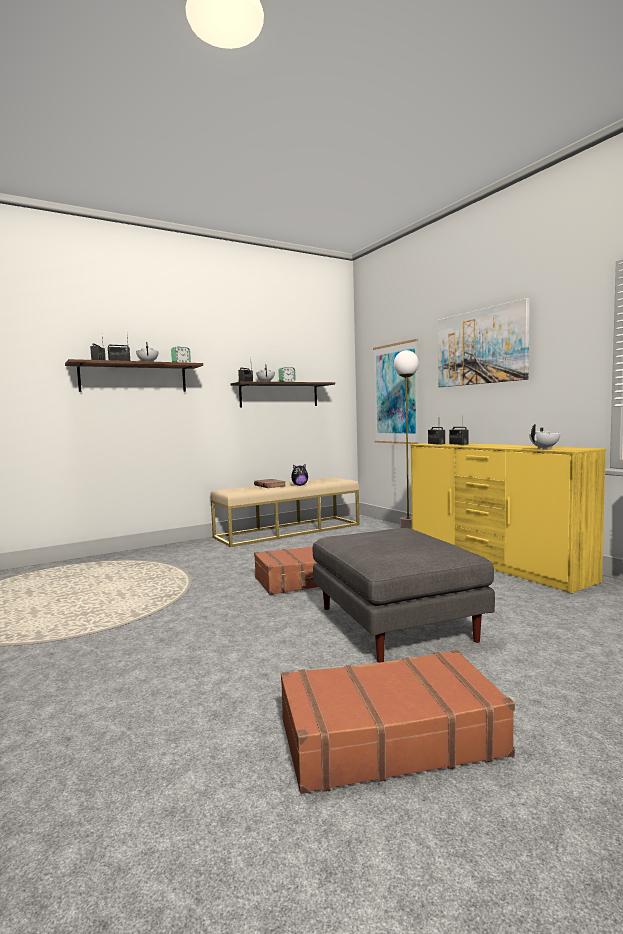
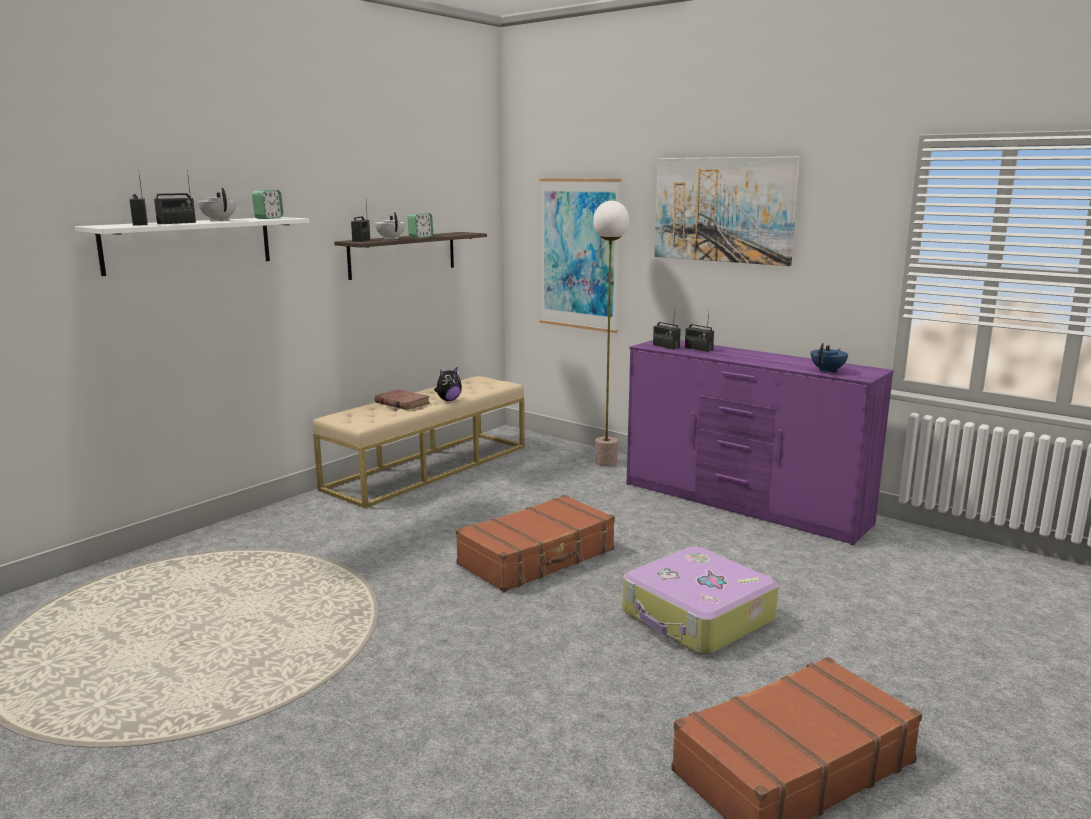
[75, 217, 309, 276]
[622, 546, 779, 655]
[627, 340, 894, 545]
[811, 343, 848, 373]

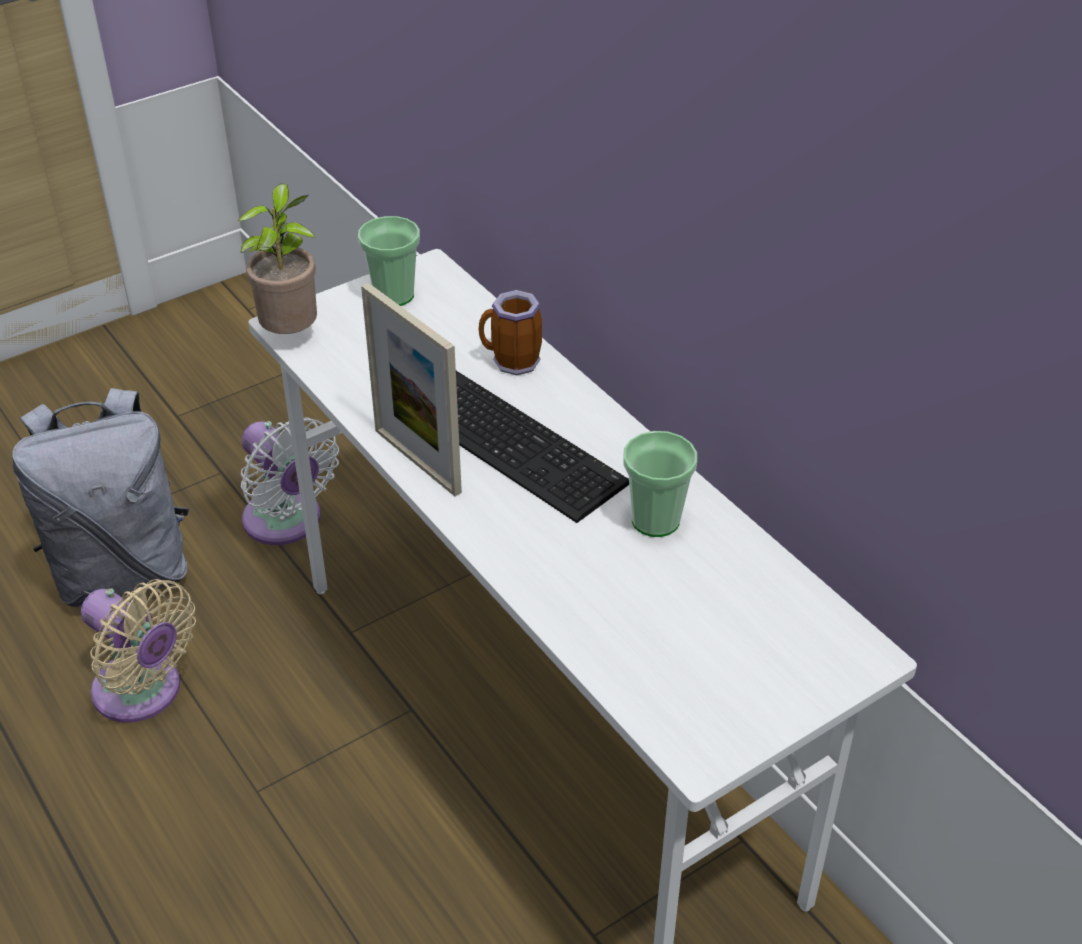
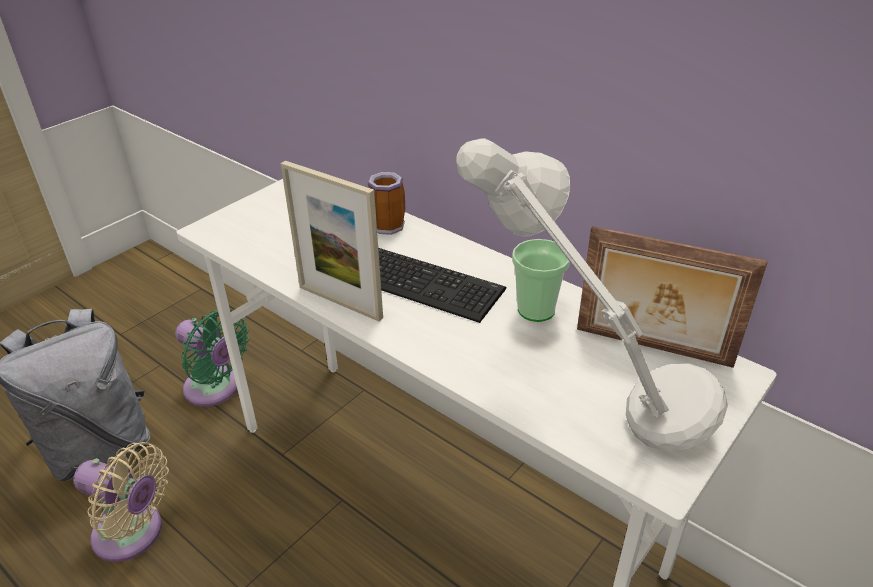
[237, 184, 317, 334] (first image)
[175, 310, 249, 406]
[358, 216, 420, 306] (first image)
[456, 138, 728, 451]
[577, 226, 768, 368]

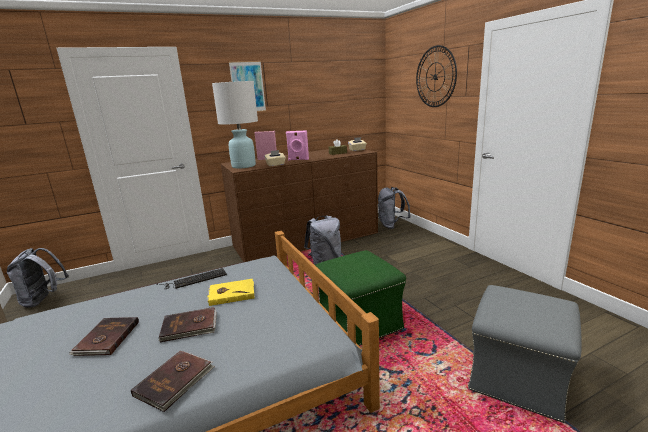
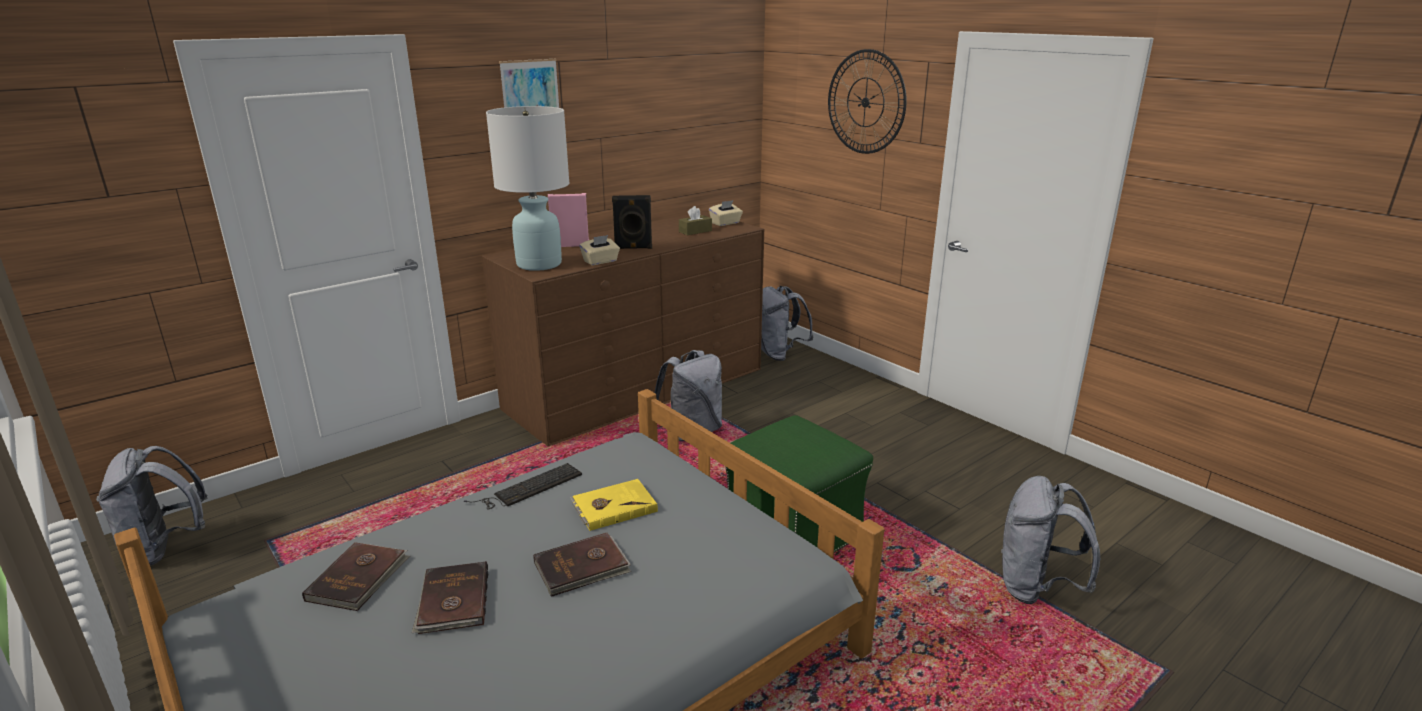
[302, 542, 410, 611]
[612, 195, 652, 249]
[1001, 476, 1100, 604]

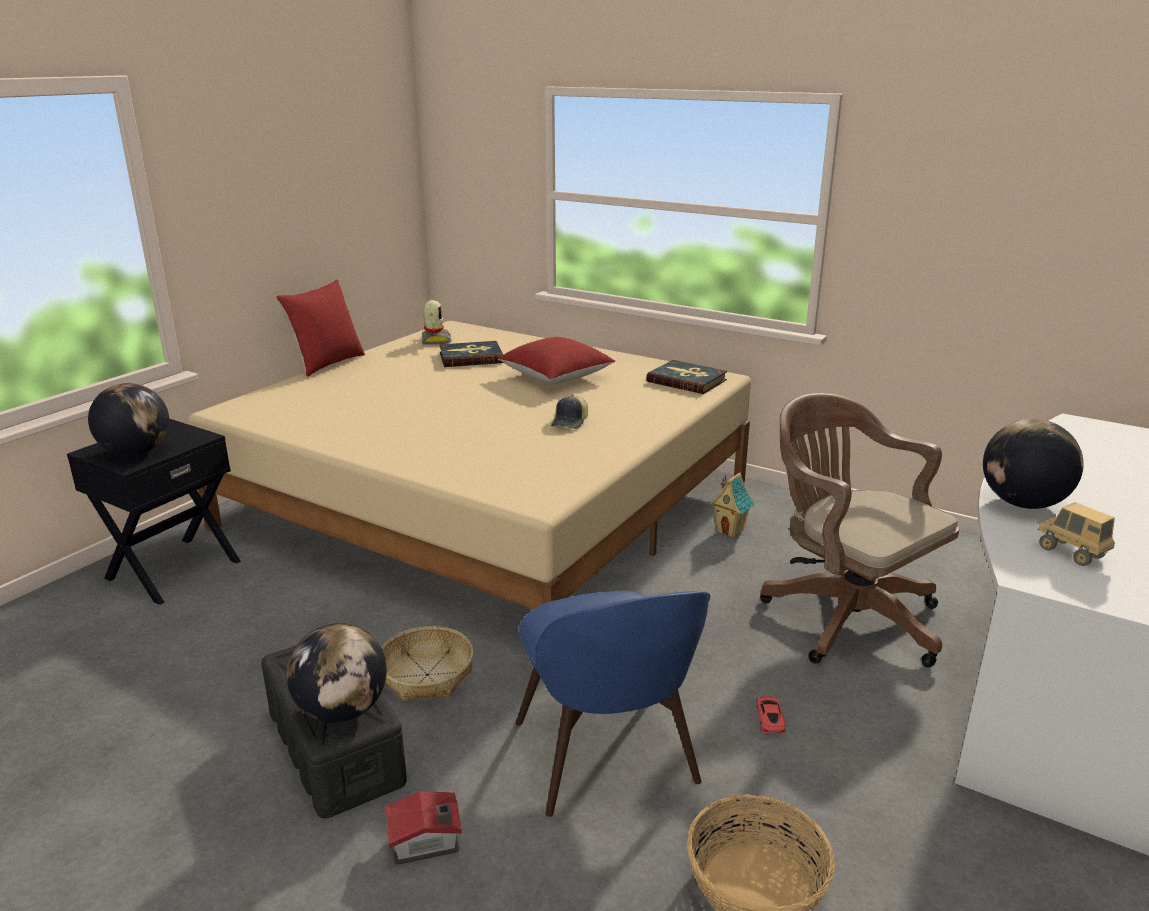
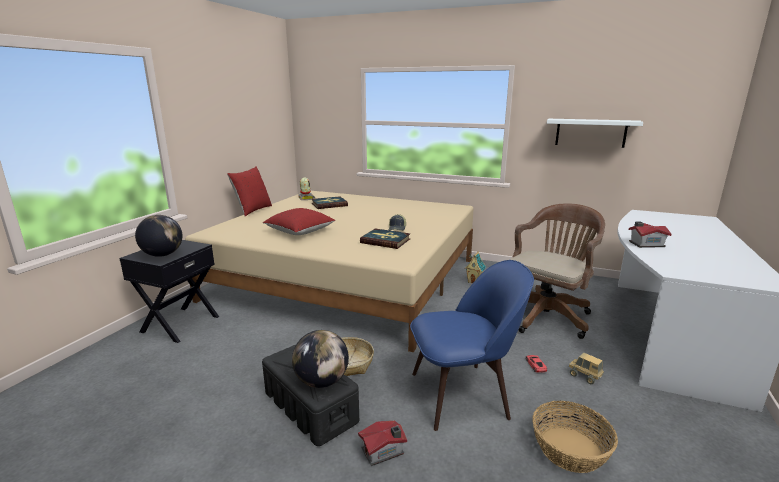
[263, 208, 336, 235]
[410, 260, 534, 431]
[360, 228, 411, 249]
[510, 203, 605, 339]
[629, 222, 671, 248]
[568, 353, 604, 384]
[547, 119, 643, 148]

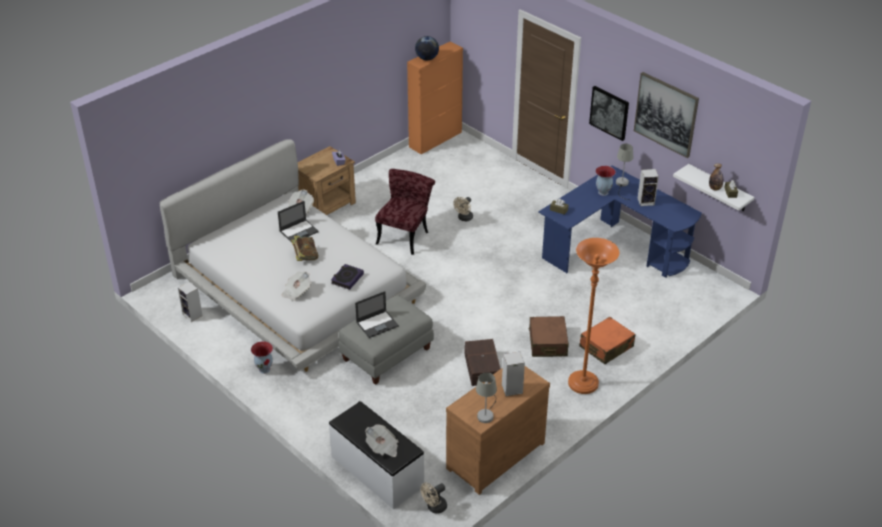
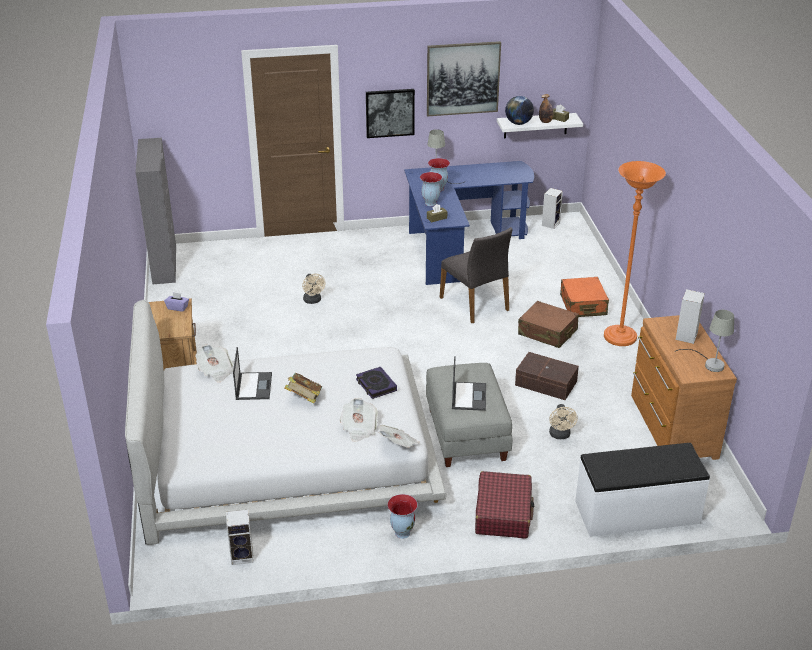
[378, 425, 420, 448]
[375, 169, 435, 255] (first image)
[136, 138, 176, 285]
[505, 96, 534, 125]
[549, 404, 578, 439]
[542, 188, 563, 229]
[420, 172, 442, 206]
[440, 227, 512, 323]
[475, 471, 534, 539]

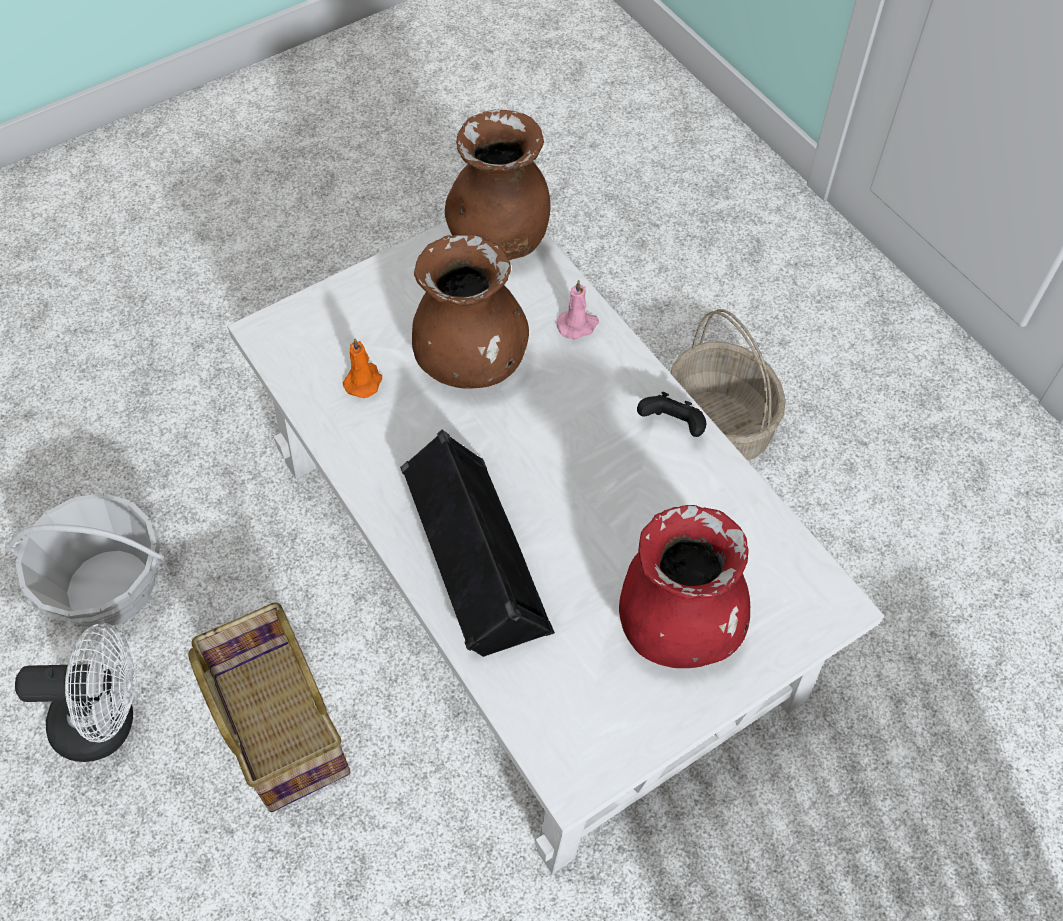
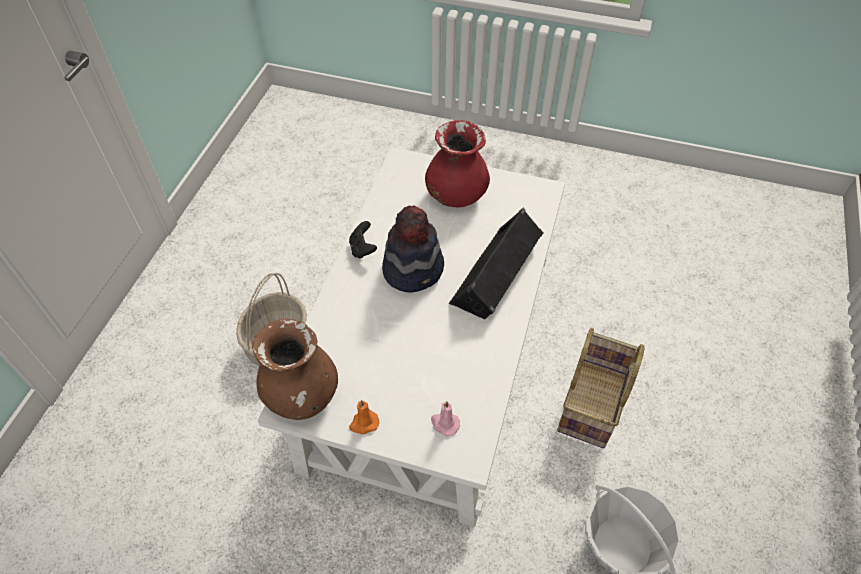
[15, 623, 135, 762] (first image)
[349, 400, 379, 434]
[412, 235, 529, 389] (first image)
[431, 401, 460, 436]
[382, 205, 444, 293]

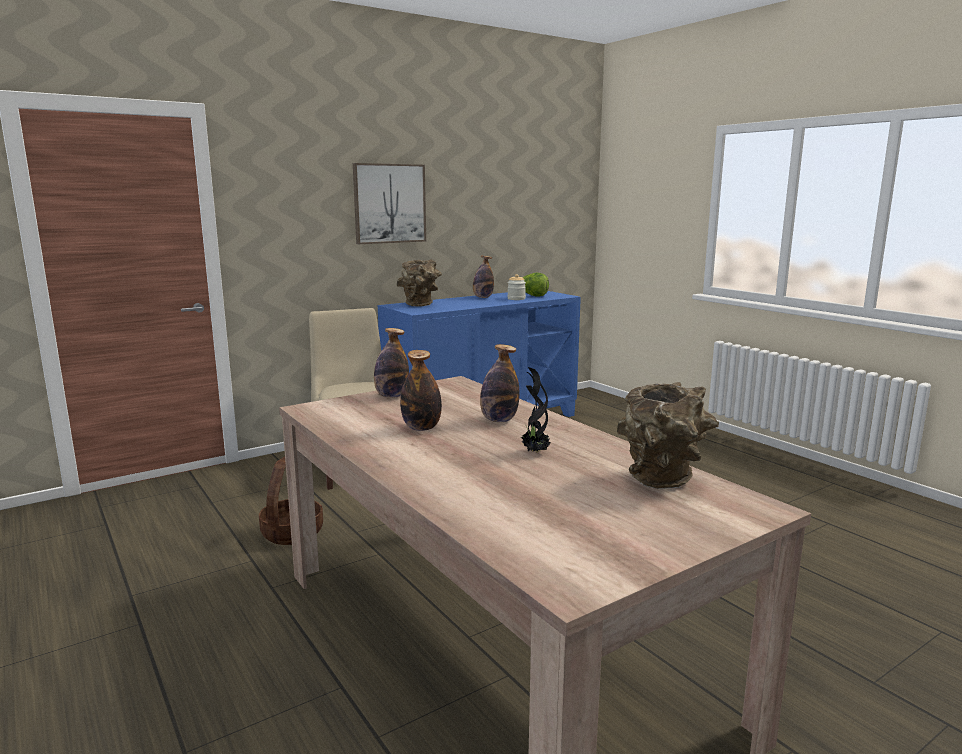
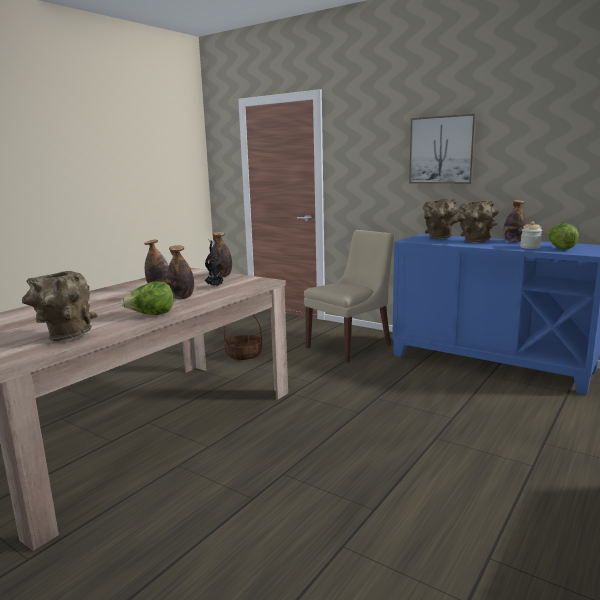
[205, 238, 224, 287]
[121, 281, 174, 315]
[457, 201, 499, 243]

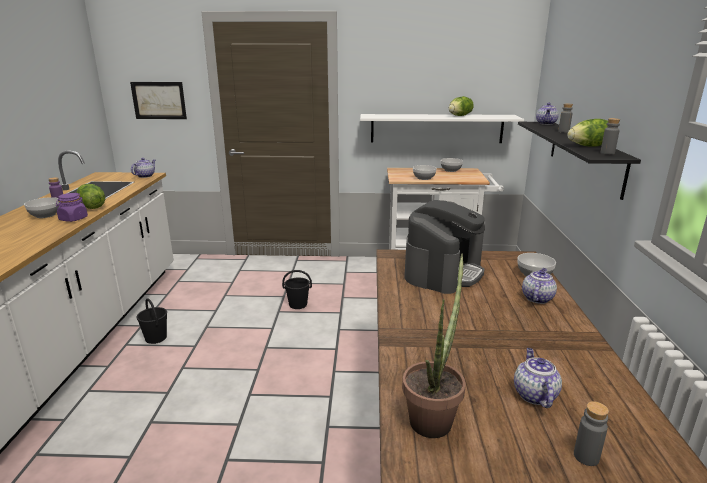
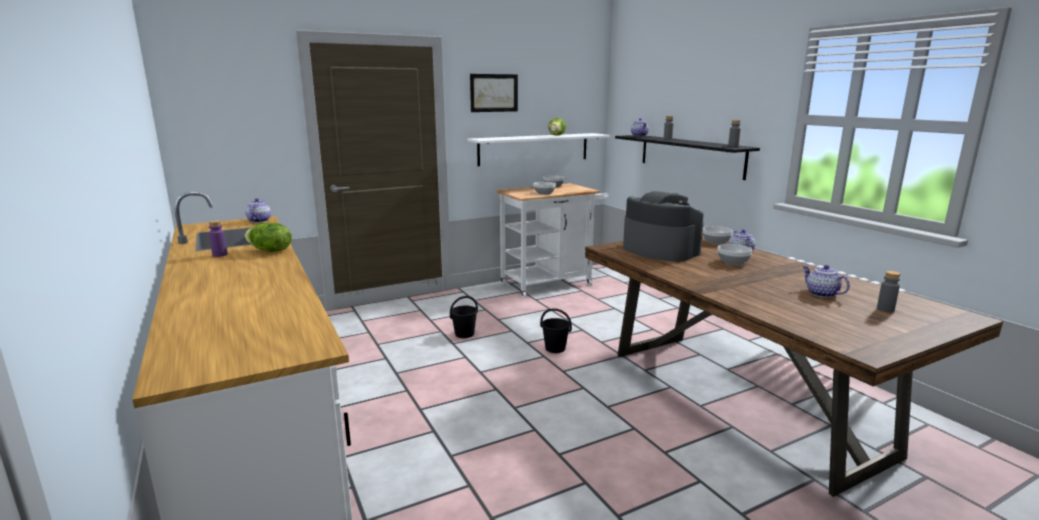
[718, 244, 752, 265]
[56, 193, 88, 222] (first image)
[470, 74, 518, 112]
[540, 308, 572, 353]
[402, 253, 466, 438] (first image)
[623, 191, 704, 261]
[567, 119, 608, 147] (first image)

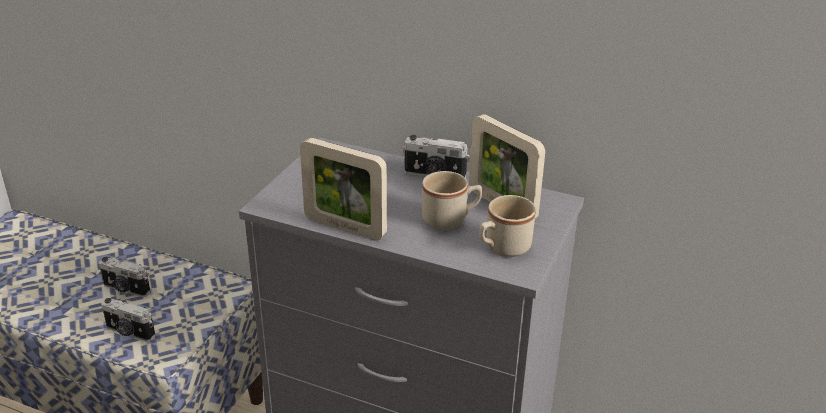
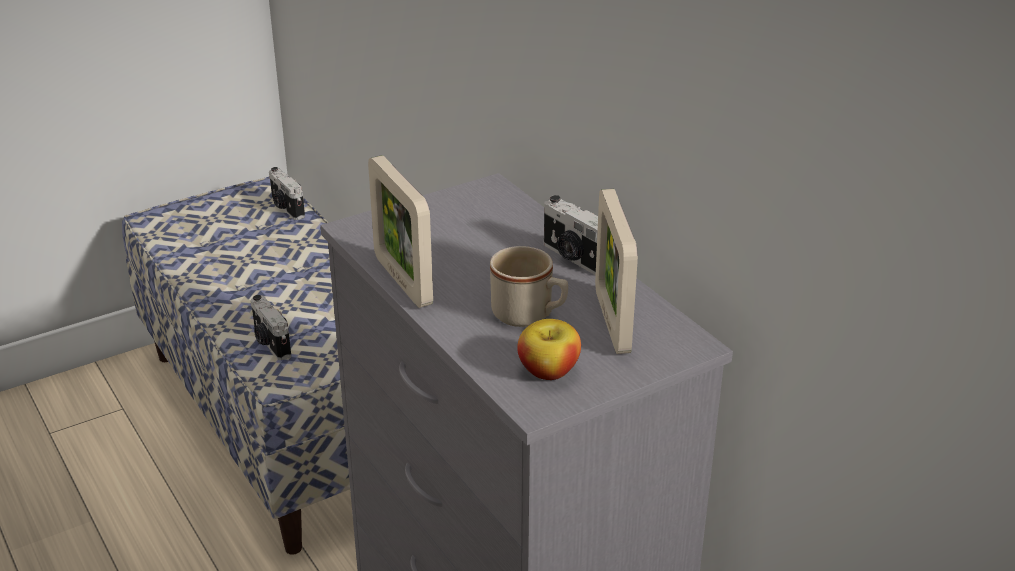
[269, 167, 305, 220]
[517, 319, 581, 380]

